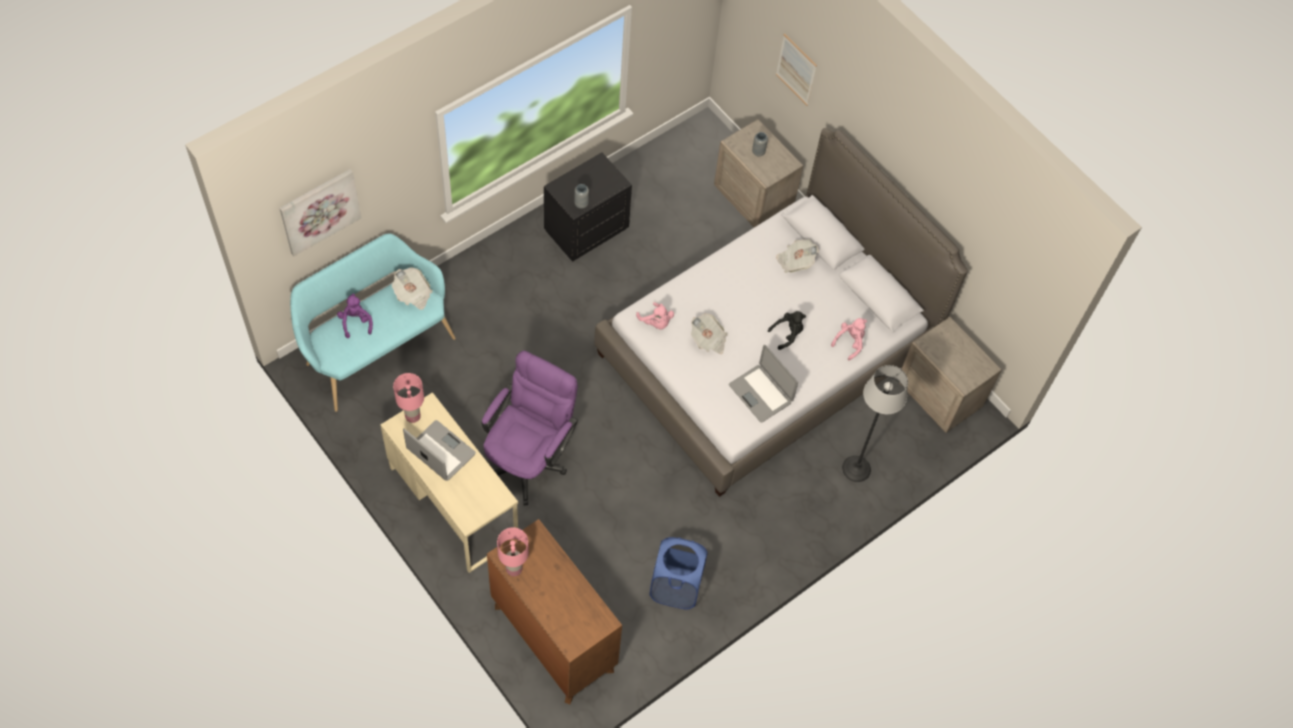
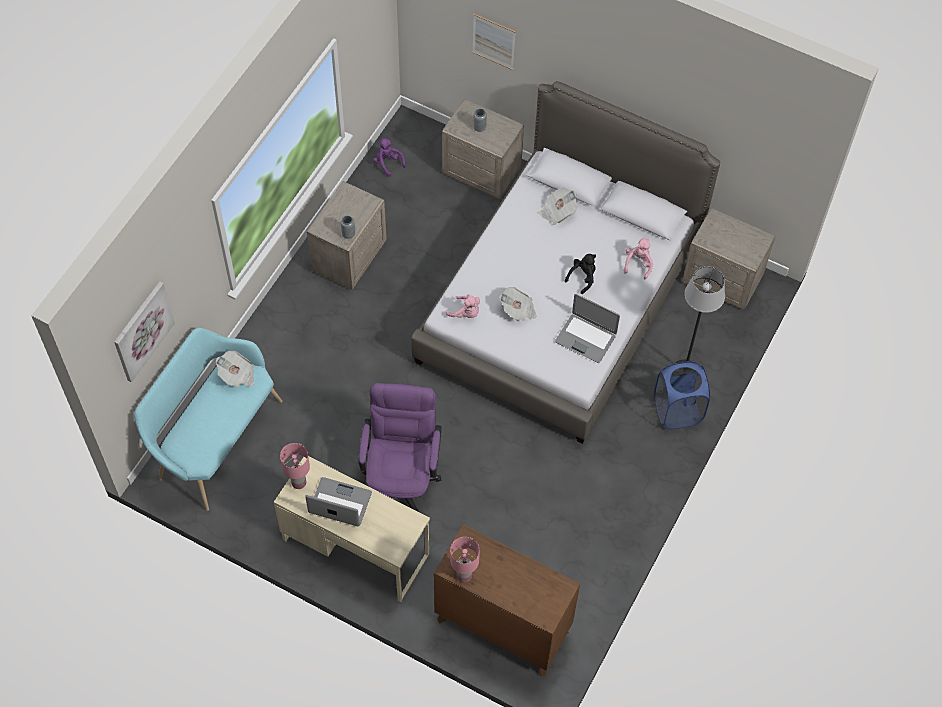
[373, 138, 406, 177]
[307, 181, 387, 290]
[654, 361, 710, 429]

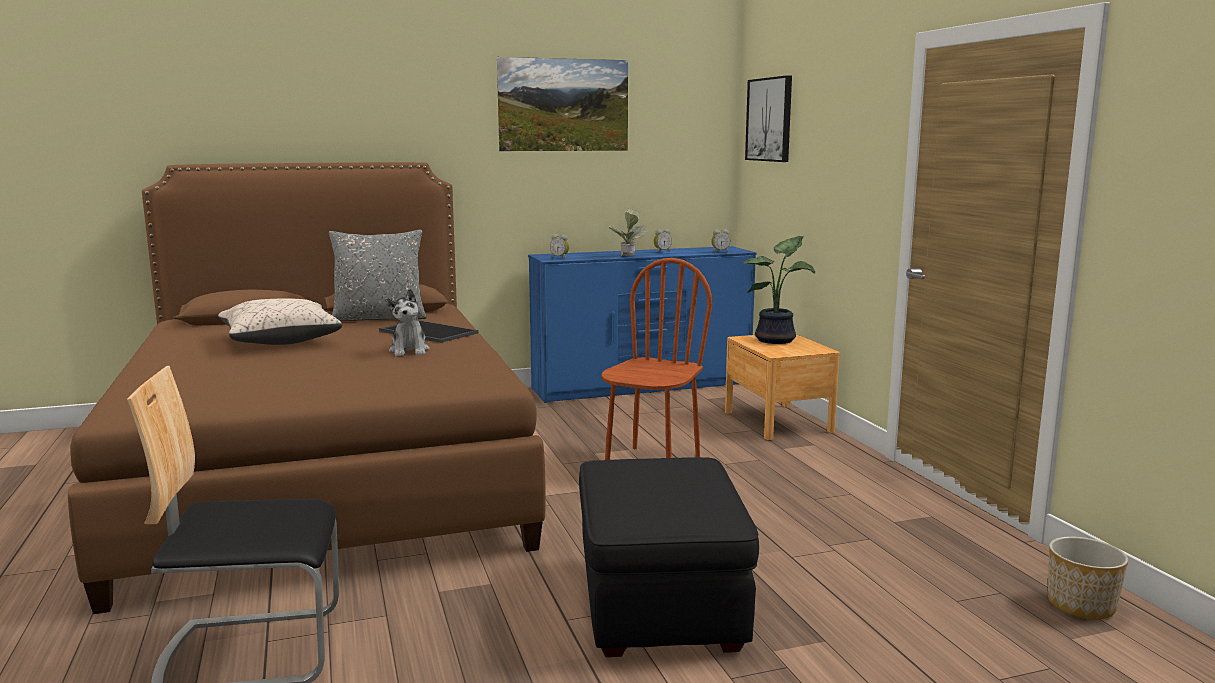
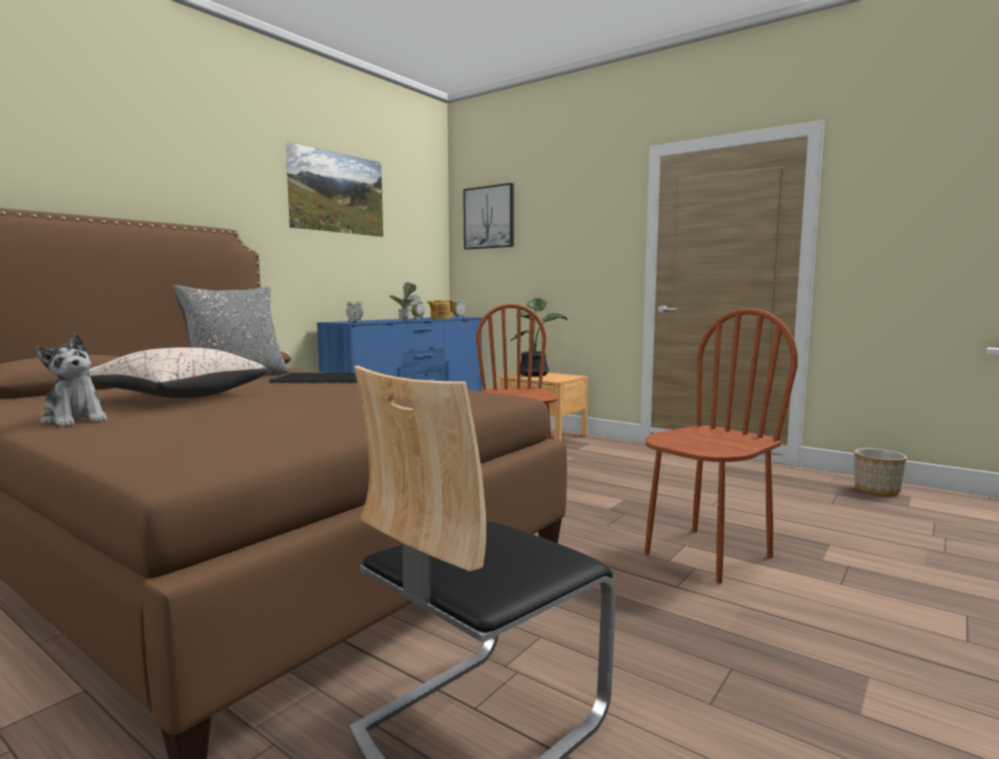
[35, 333, 107, 427]
[645, 308, 798, 584]
[427, 300, 453, 319]

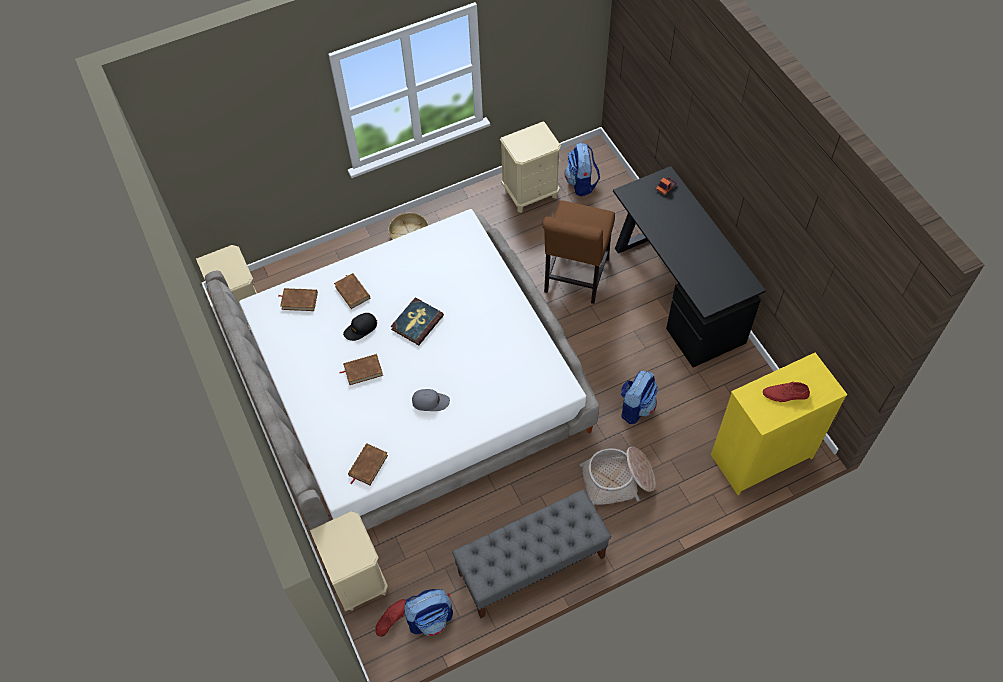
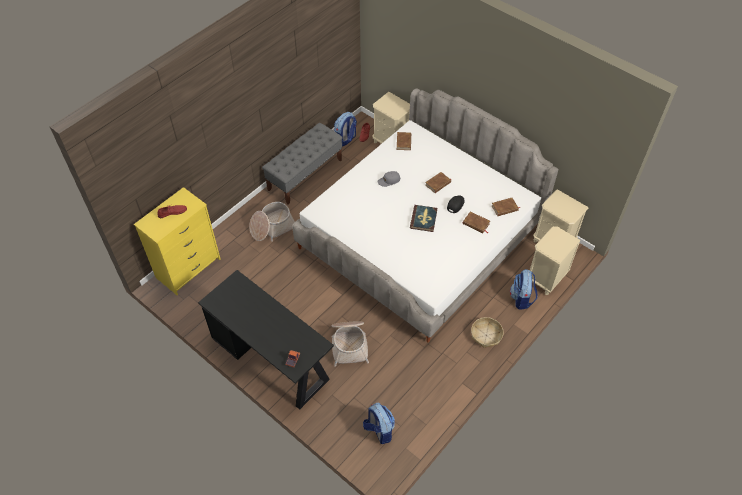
[530, 226, 581, 295]
[331, 321, 369, 367]
[510, 269, 537, 309]

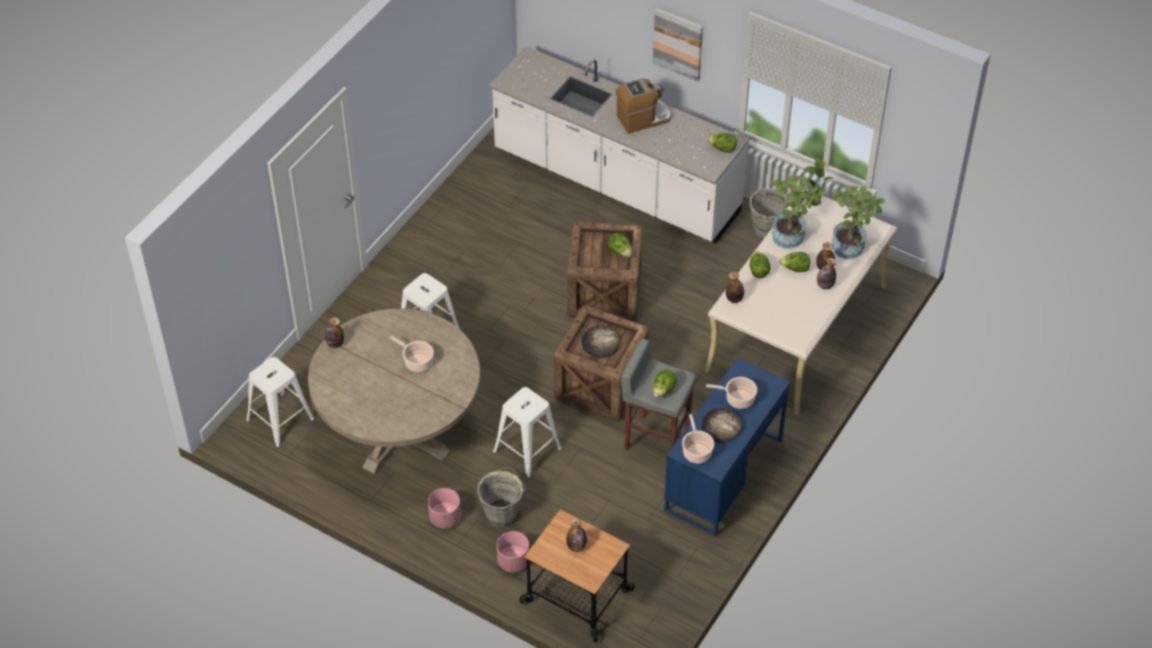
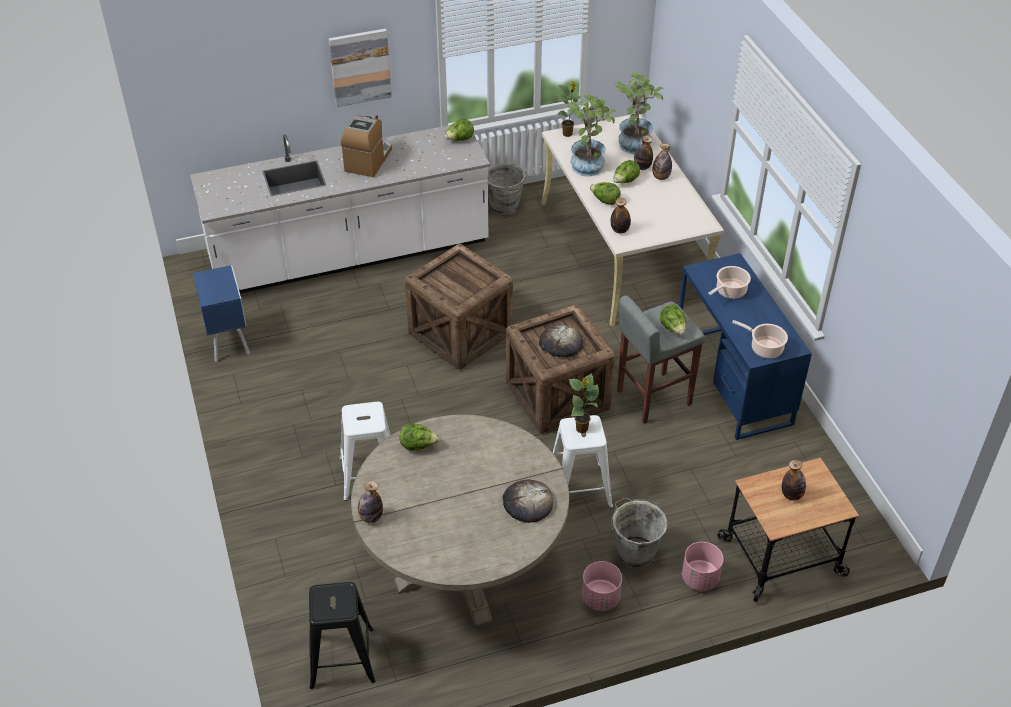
[309, 582, 376, 689]
[389, 336, 434, 372] (first image)
[400, 424, 439, 451]
[503, 480, 553, 523]
[193, 265, 250, 362]
[569, 373, 599, 433]

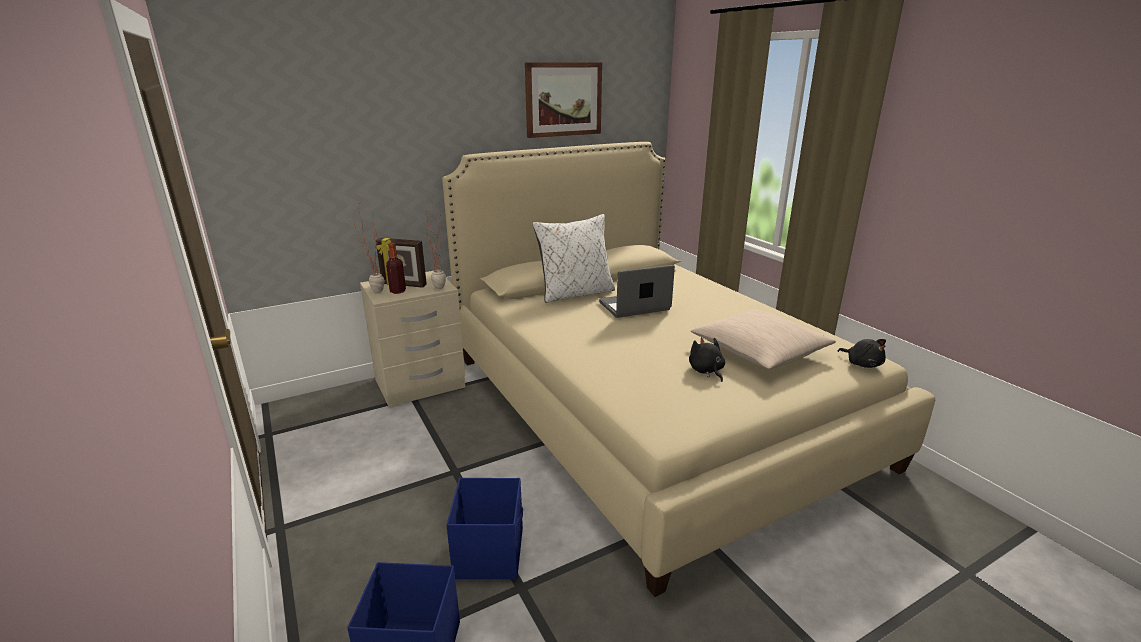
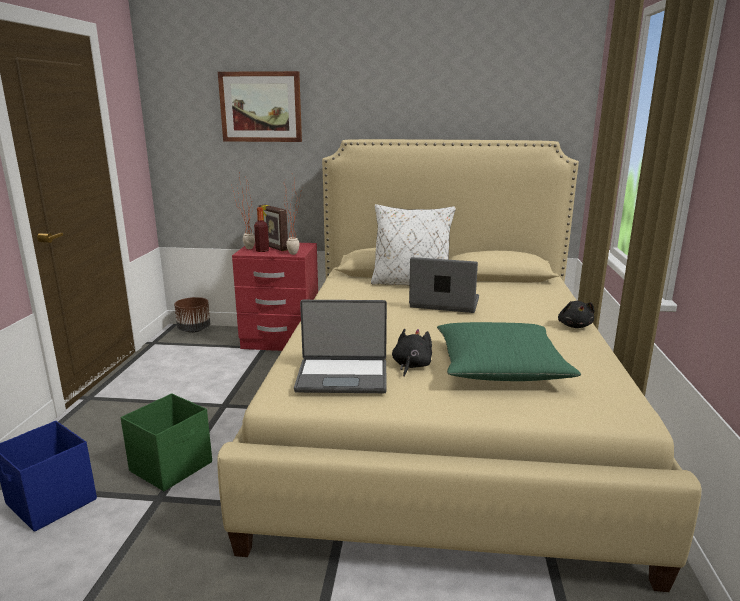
[232, 243, 318, 351]
[121, 394, 212, 491]
[218, 71, 302, 142]
[437, 322, 581, 381]
[558, 301, 594, 328]
[174, 297, 210, 333]
[294, 300, 387, 393]

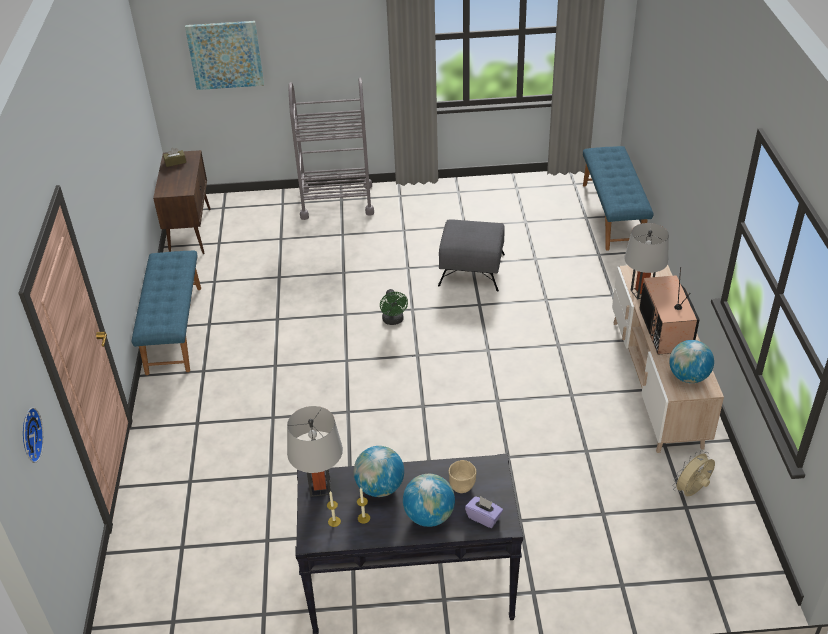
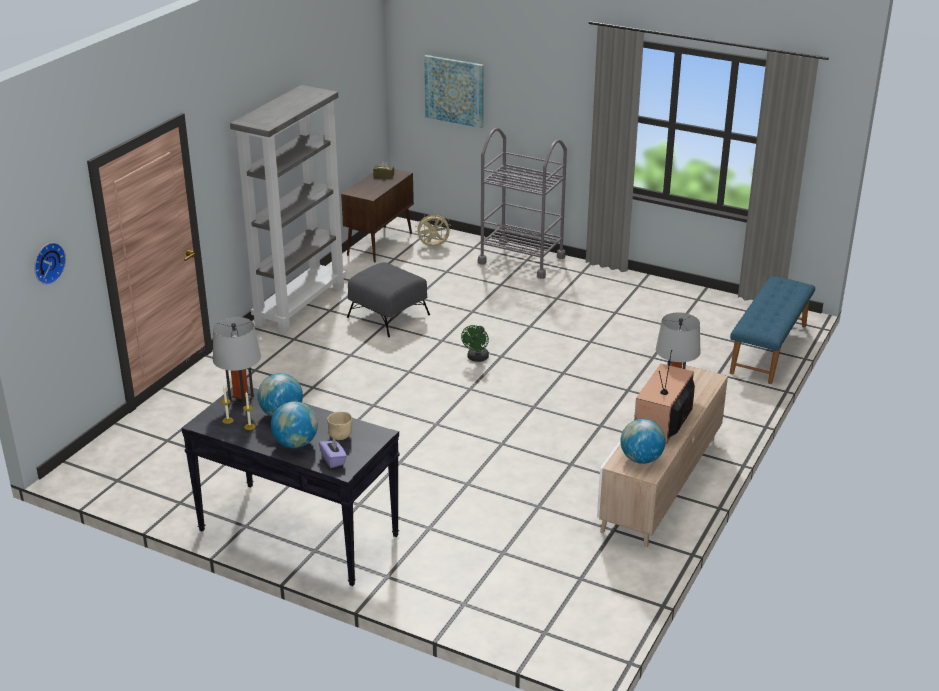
[230, 85, 346, 333]
[347, 262, 430, 337]
[415, 212, 451, 246]

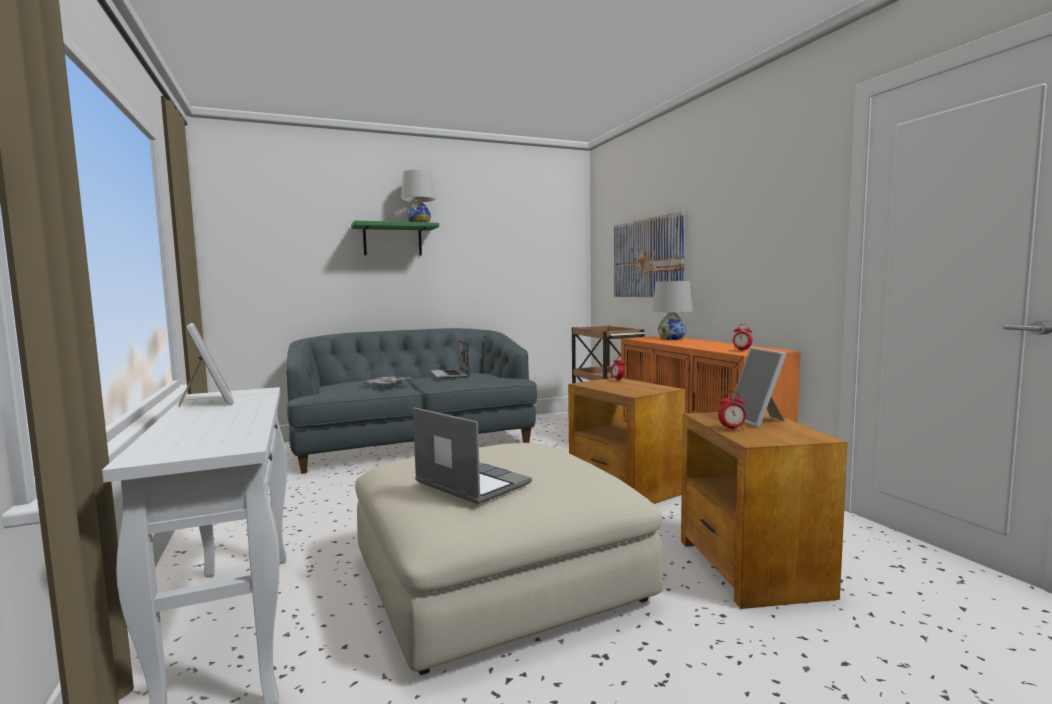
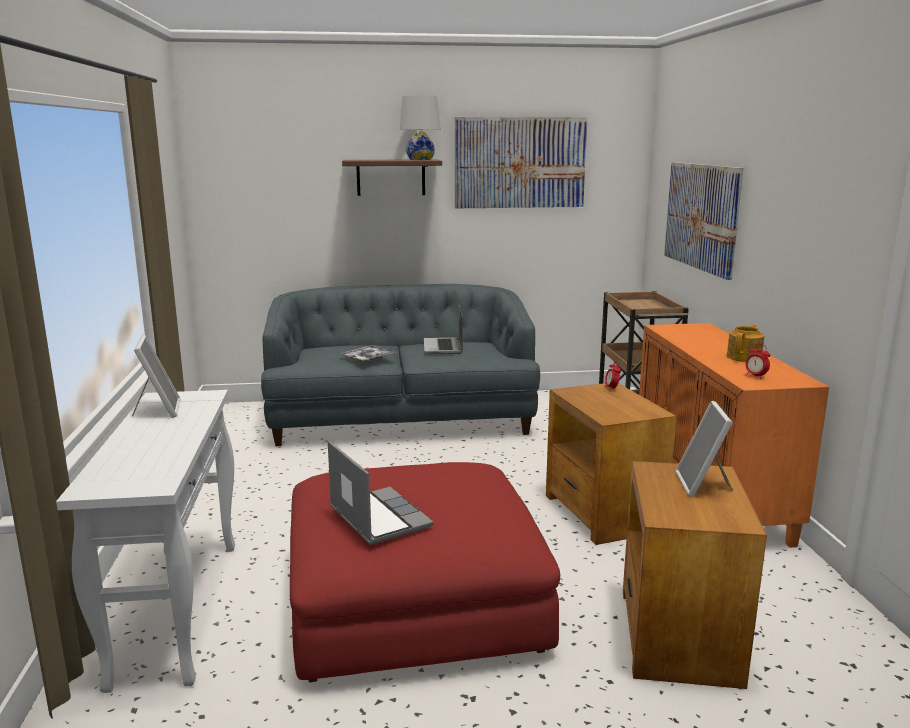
[342, 159, 442, 196]
[290, 462, 560, 682]
[652, 281, 693, 340] (first image)
[718, 391, 746, 430] (first image)
[455, 117, 588, 208]
[727, 324, 764, 362]

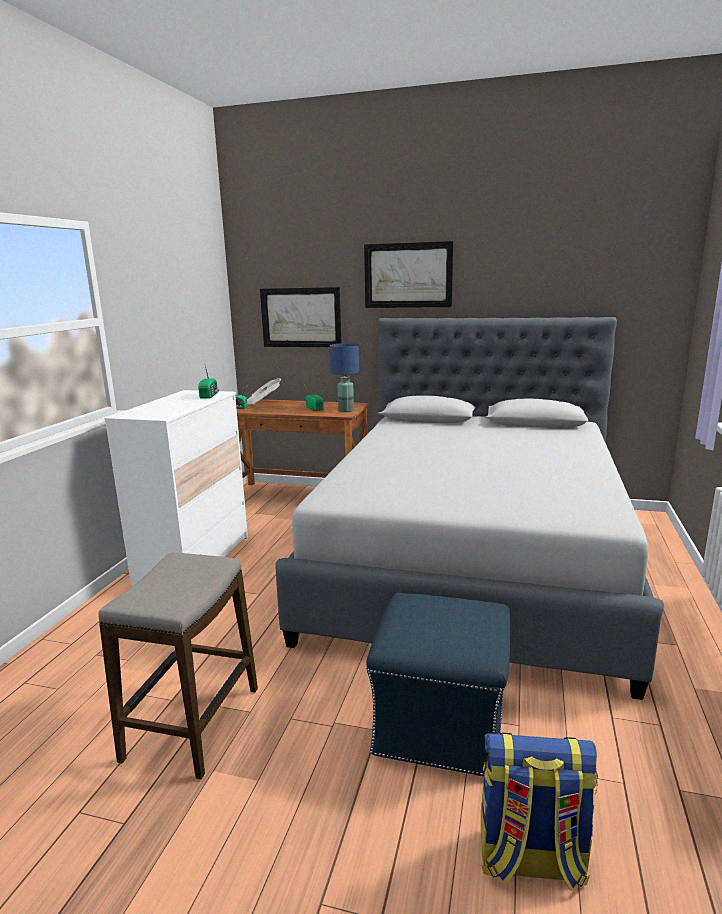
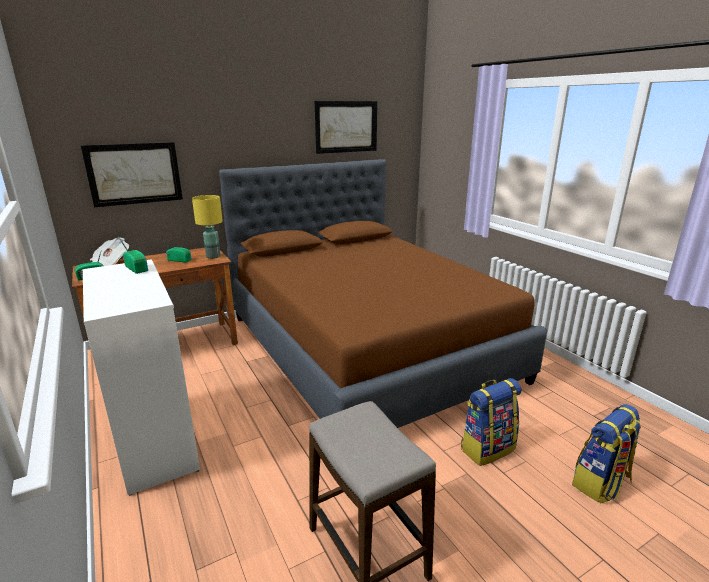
[219, 159, 547, 428]
[192, 195, 223, 259]
[315, 101, 377, 154]
[461, 378, 521, 466]

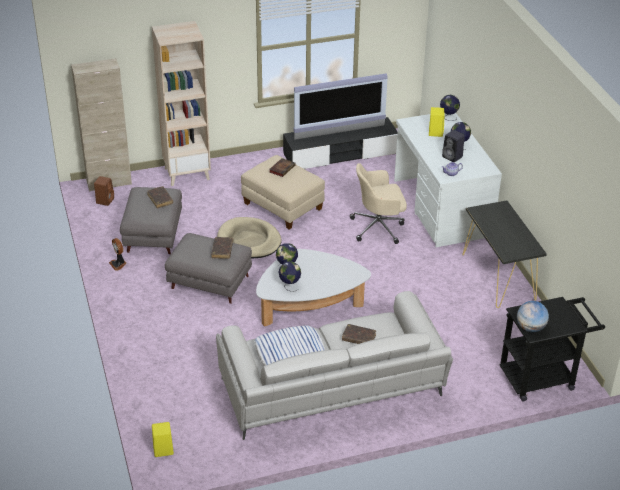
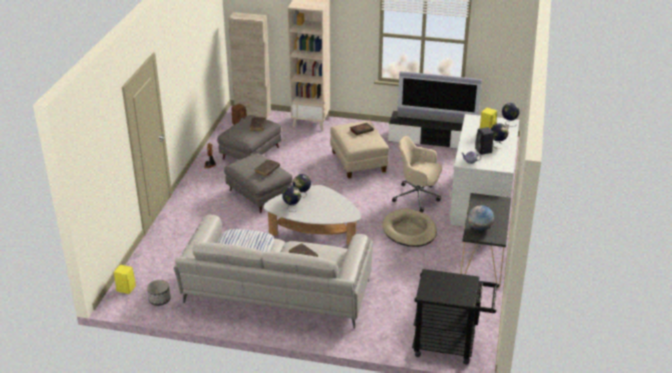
[382, 209, 437, 247]
[468, 205, 494, 231]
[147, 280, 171, 306]

